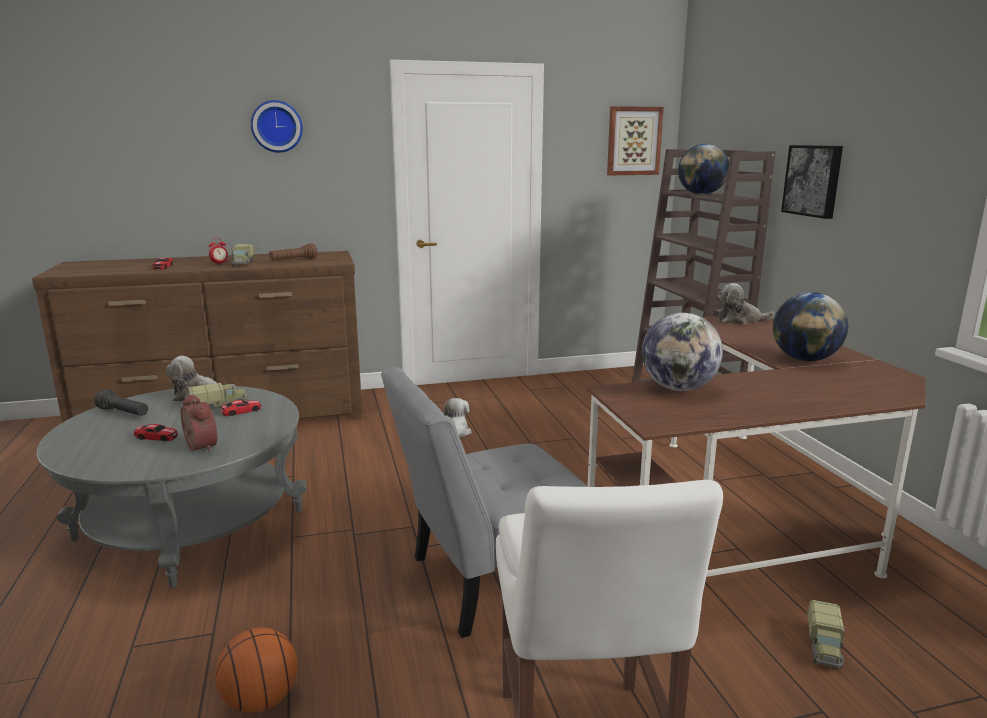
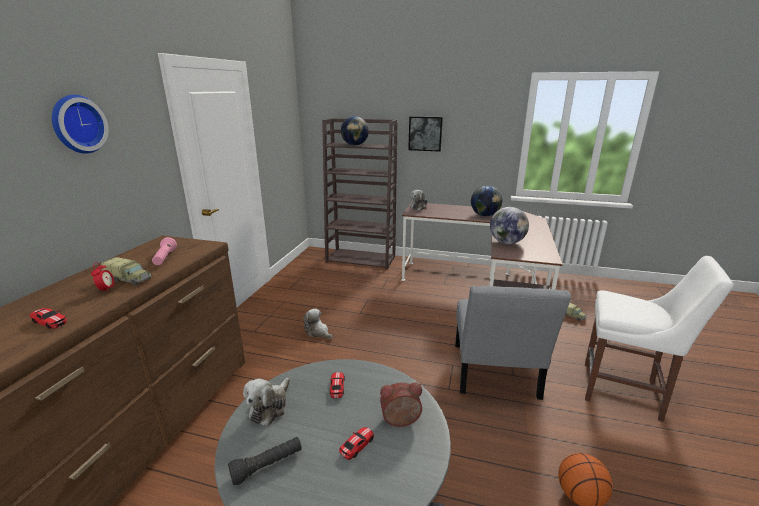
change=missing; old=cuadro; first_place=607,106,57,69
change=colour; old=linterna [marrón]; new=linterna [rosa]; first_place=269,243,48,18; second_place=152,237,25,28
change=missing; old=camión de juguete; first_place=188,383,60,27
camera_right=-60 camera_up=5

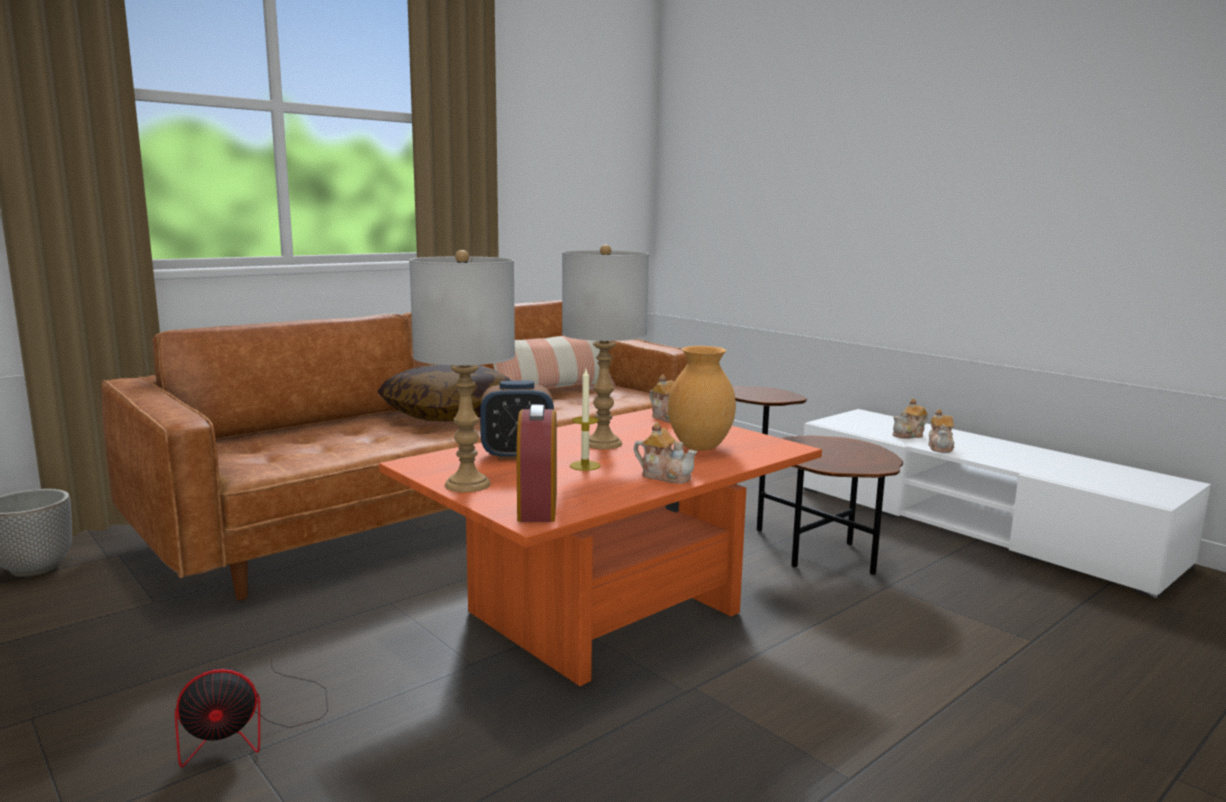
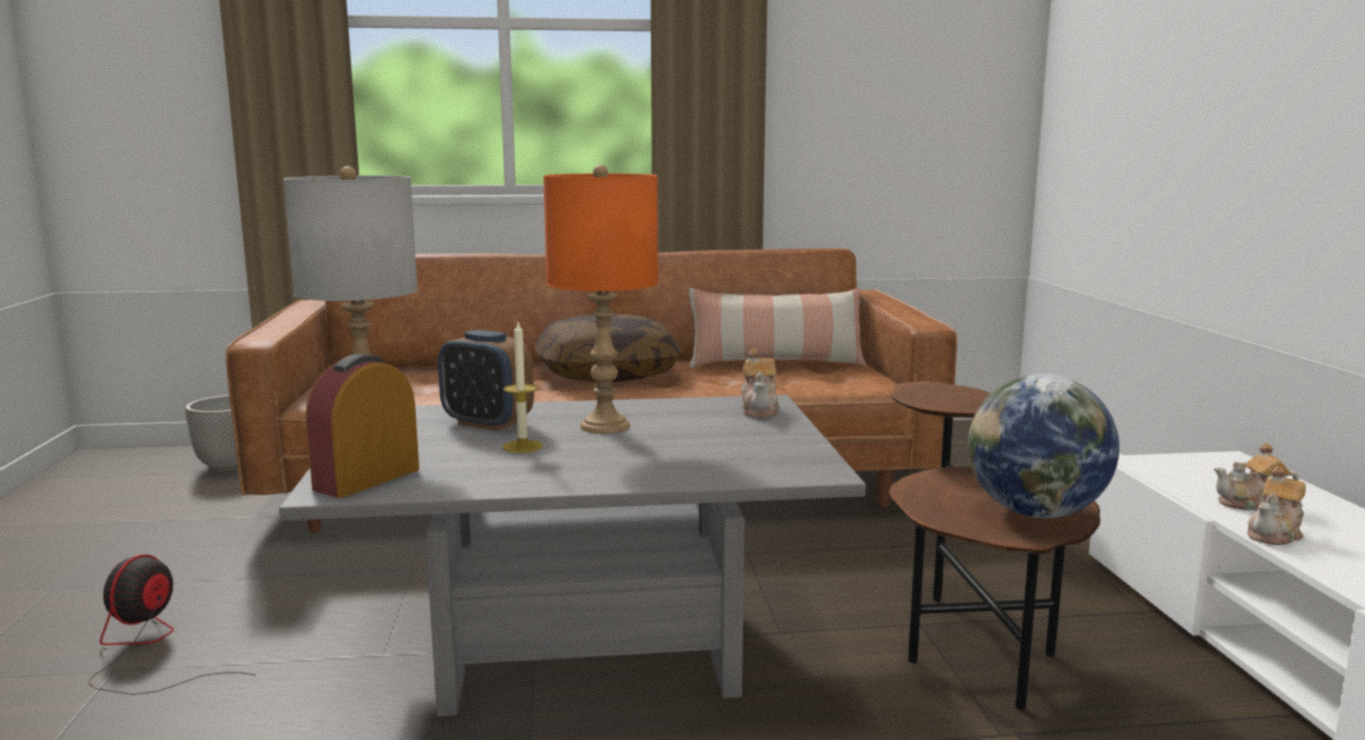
change=colour; old=lámpara de mesa [gris]; new=lámpara de mesa [naranja]; first_place=562,245,87,204; second_place=543,165,115,269
change=missing; old=florero [marrón]; first_place=668,346,68,105
change=colour; old=mesa de centro [naranja]; new=mesa de centro [gris]; first_place=379,408,443,278; second_place=279,395,587,322
change=missing; old=tetera; first_place=633,422,64,61
change=spun; old=ventilador; first_place=175,658,153,109; second_place=89,554,166,141; degrees=90
change=appeared; new=globo terráqueo; second_place=968,374,151,144
camera_right=35 camera_up=0

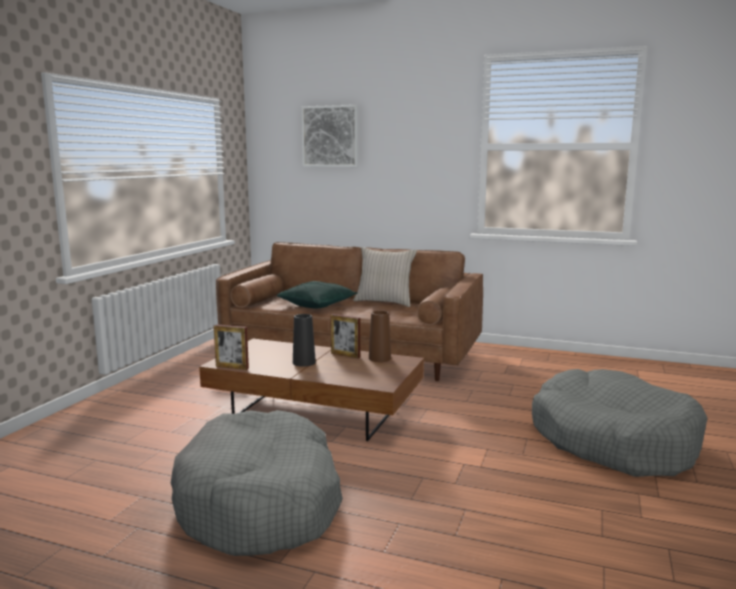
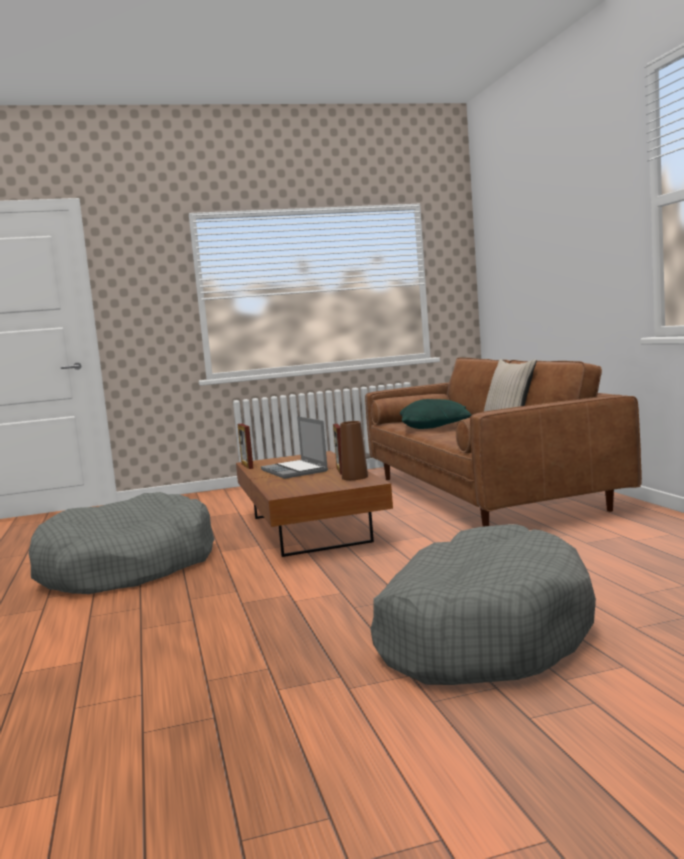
change=missing; old=cuadro; first_place=301,105,57,62
change=exchanged; old=florero [negro]; new=portátil; first_place=293,314,23,53; second_place=261,416,67,63
camera_right=55 camera_up=-5

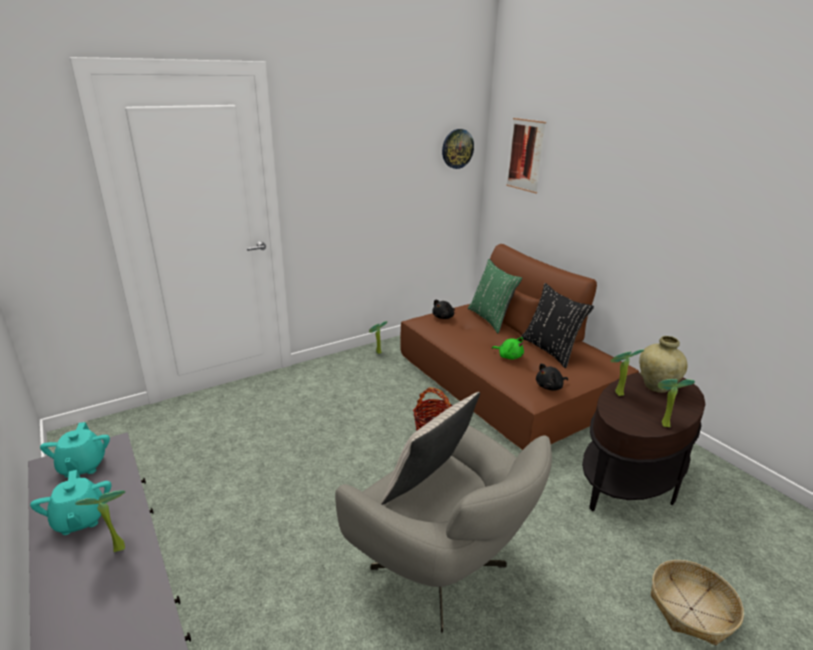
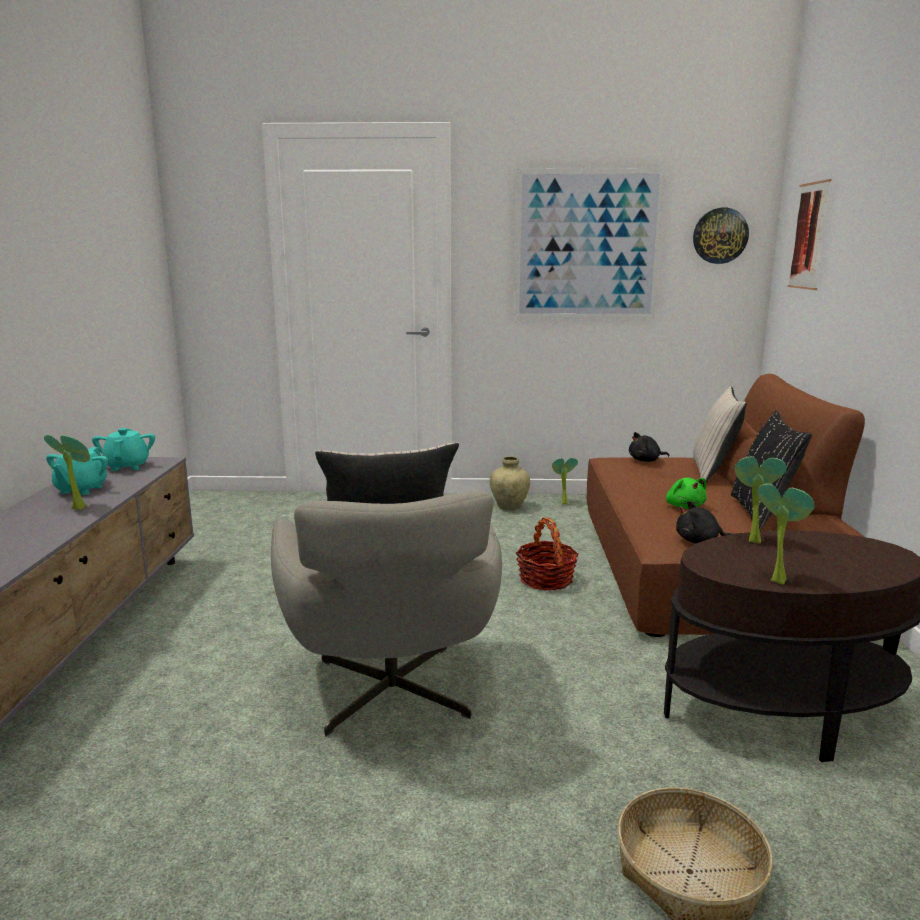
change=colour; old=cojín [verde]; new=cojín [beis]; first_place=468,259,54,74; second_place=693,386,54,97
change=relocated; old=florero [beis]; first_place=639,336,49,57; second_place=490,457,40,53
change=spun; old=tetera [turquesa]; first_place=40,422,70,56; second_place=92,428,63,43; degrees=150
change=appeared; new=cuadro; second_place=514,169,152,150
camera_right=35 camera_up=-10

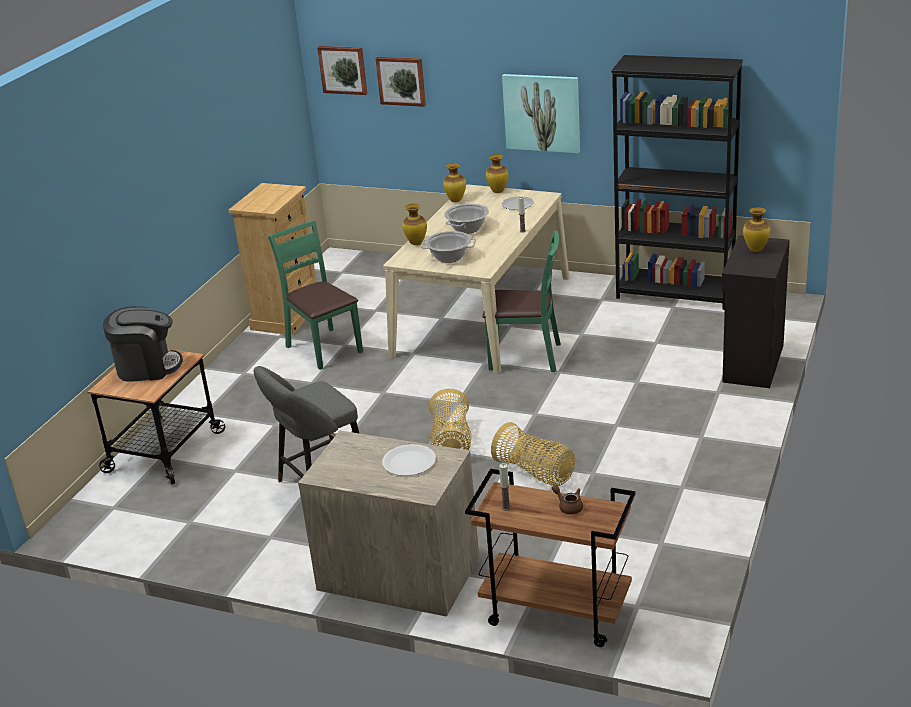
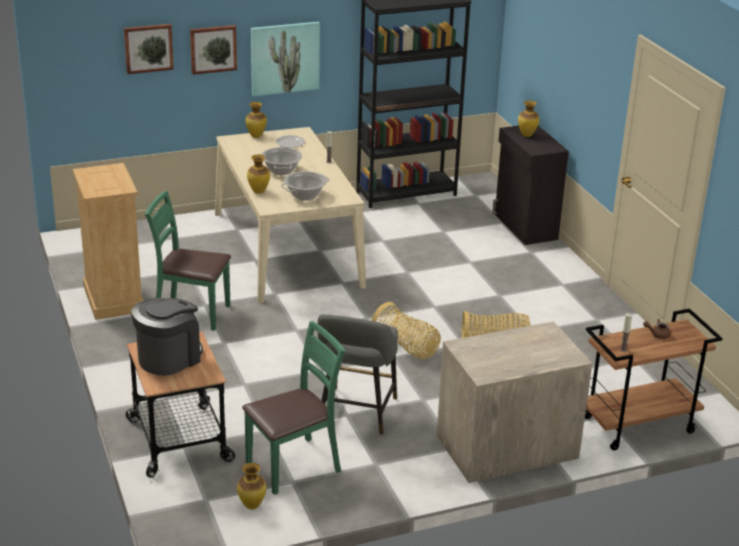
change=relocated; old=cuadro; first_place=317,46,50,49; second_place=190,25,47,50
change=relocated; old=florero; first_place=443,163,23,39; second_place=237,463,29,47
change=relocated; old=silla [verde]; first_place=482,231,79,141; second_place=242,321,103,174
change=missing; old=plato [blanco]; first_place=382,444,54,32
camera_right=-45 camera_up=0

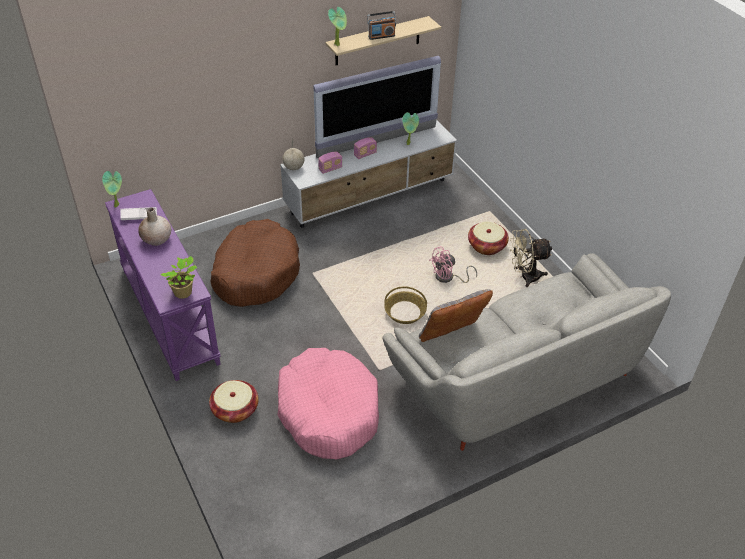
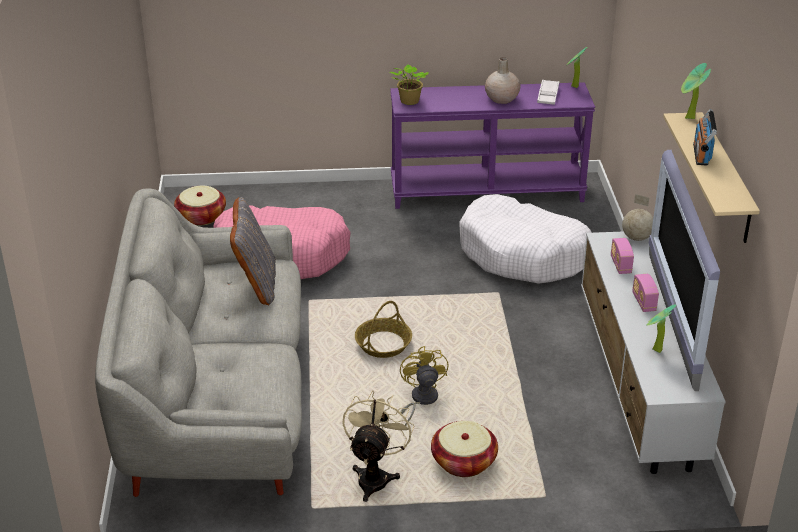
change=colour; old=cama para perro [marrón]; new=cama para perro [blanco]; first_place=210,219,90,88; second_place=459,194,133,90
change=colour; old=ventilador [rosa]; new=ventilador [amarillo]; first_place=429,246,48,37; second_place=400,346,49,80
change=relocated; old=cesta; first_place=209,380,50,43; second_place=174,185,52,41
camera_right=115 camera_up=-10

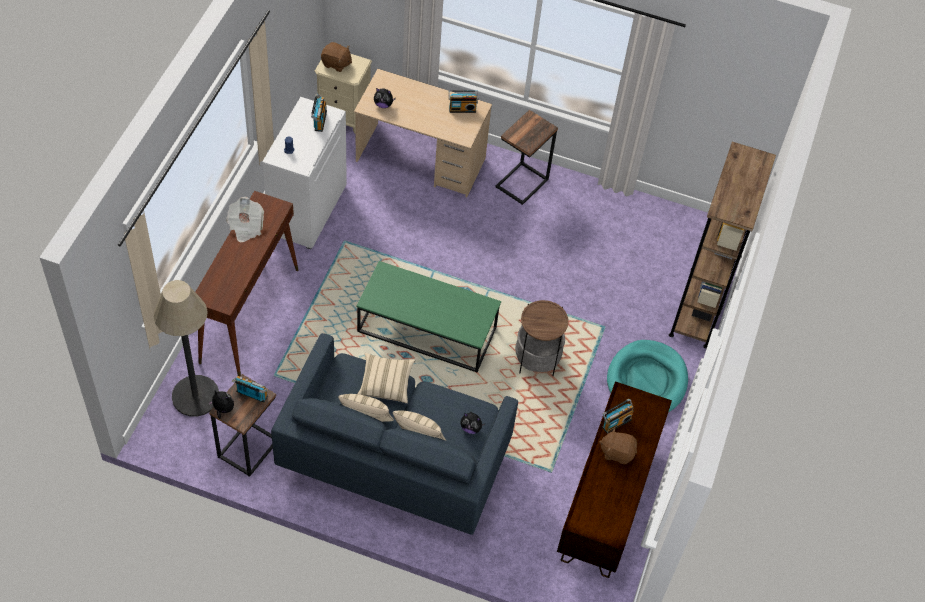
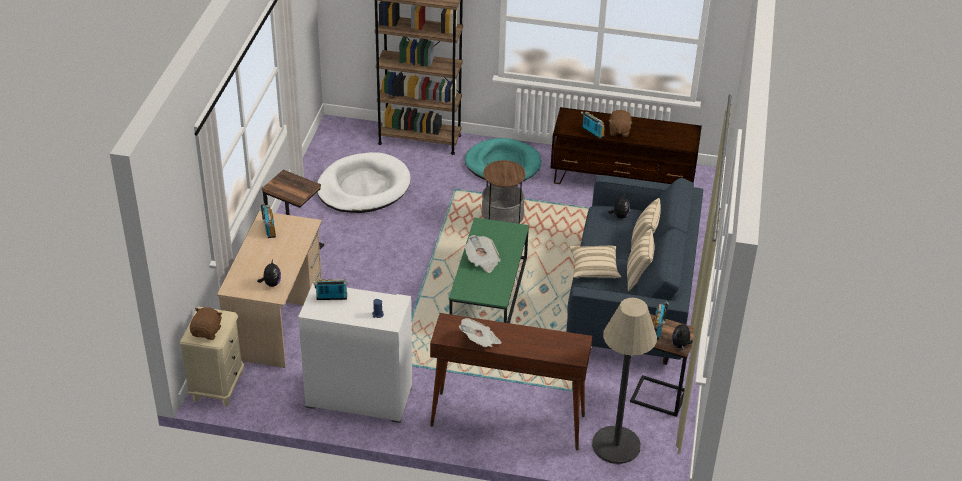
change=appeared; new=cama para perro [blanco]; second_place=317,152,94,61
change=appeared; new=periódico; second_place=465,235,36,38
camera_right=-95 camera_up=-15

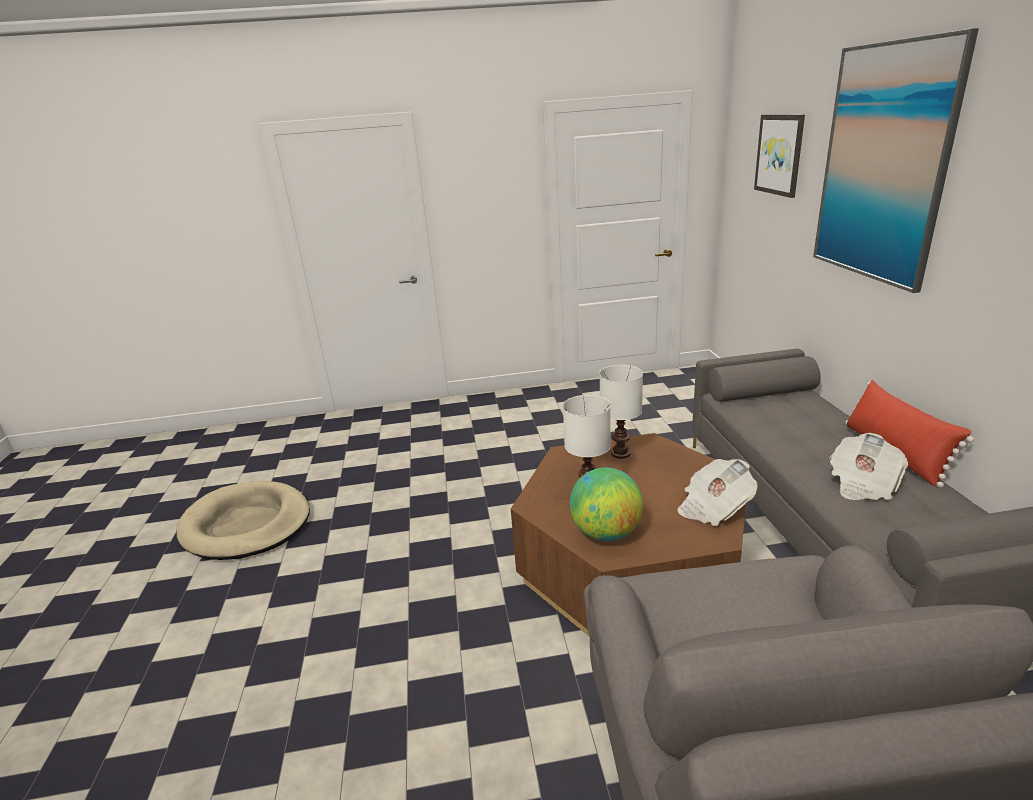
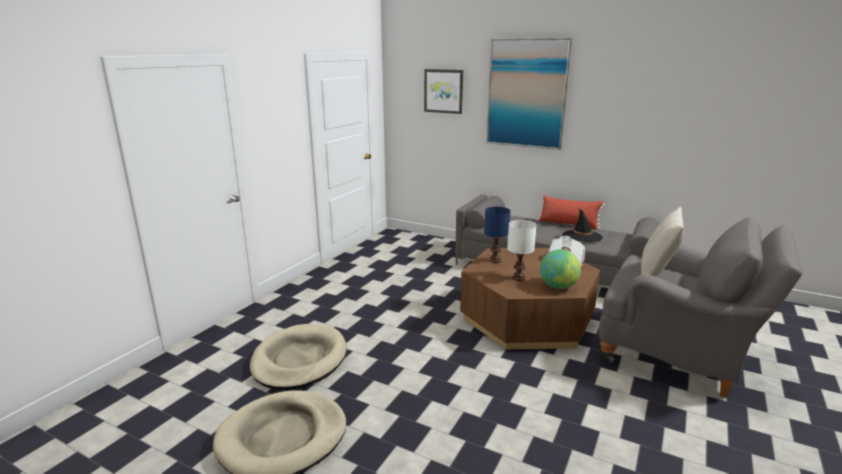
change=colour; old=lámpara de mesa [blanco]; new=lámpara de mesa [azul]; first_place=600,365,43,94; second_place=484,207,26,56
change=exchanged; old=periódico; new=sombrero [negro]; first_place=829,433,79,67; second_place=562,208,41,34
change=appeared; new=cojín [beis]; second_place=641,207,43,70
change=appeared; new=cama para perro [beis]; second_place=250,324,97,66
camera_right=-55 camera_up=-5

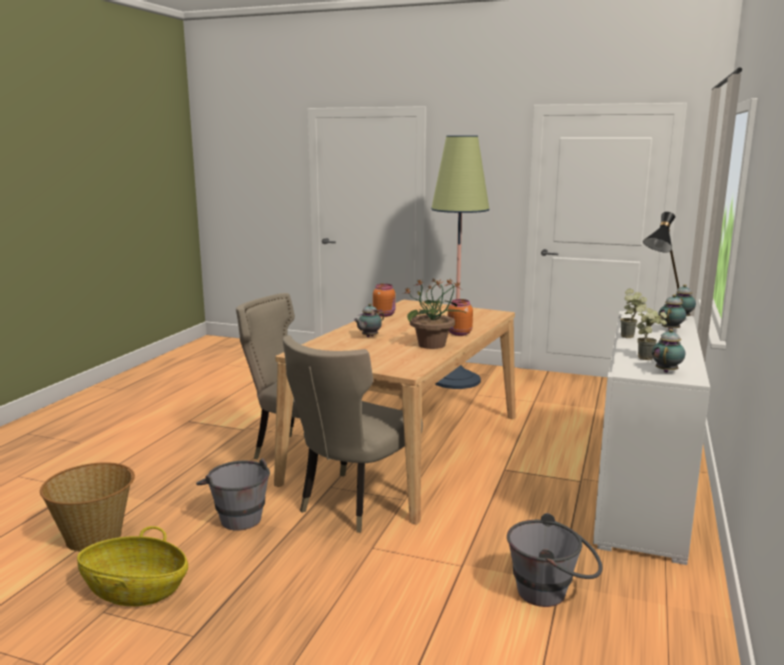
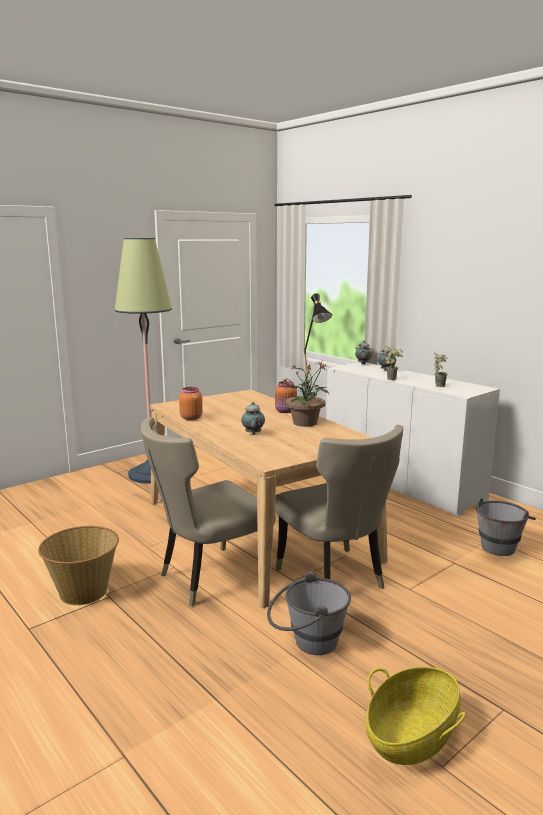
change=missing; old=tetera; first_place=652,329,33,44
change=relocated; old=cesta; first_place=40,462,95,90; second_place=38,526,81,79
camera_right=-60 camera_up=0

